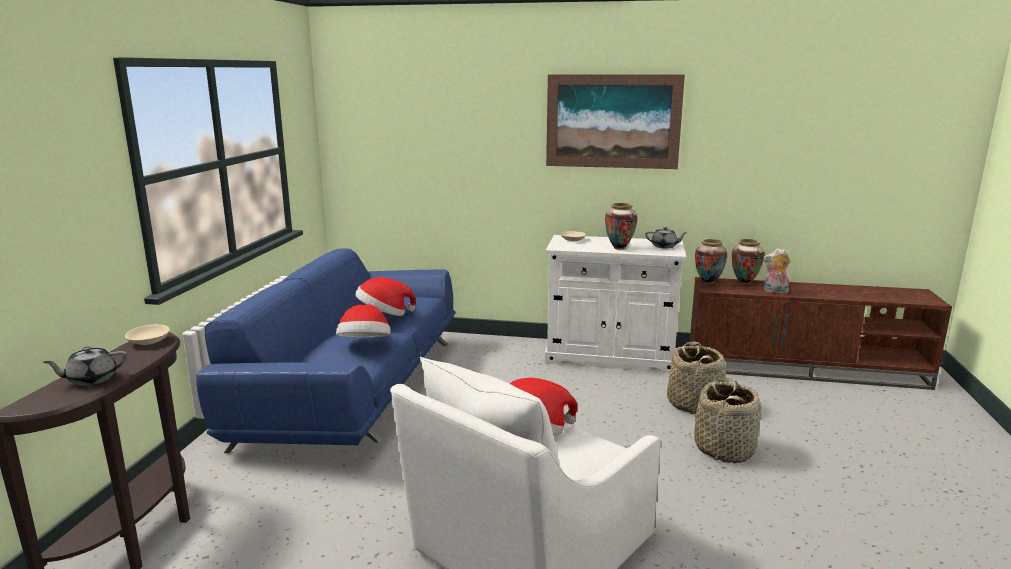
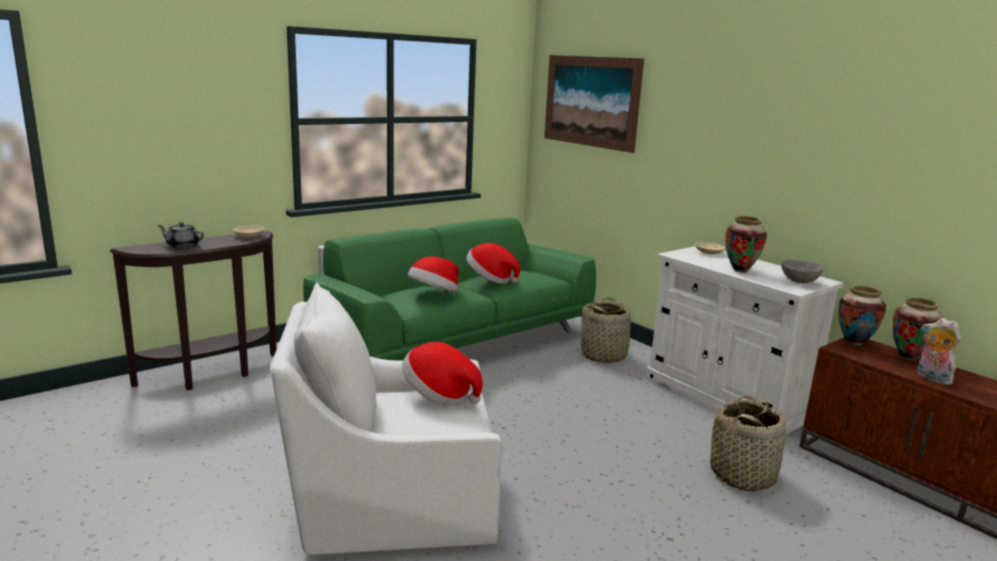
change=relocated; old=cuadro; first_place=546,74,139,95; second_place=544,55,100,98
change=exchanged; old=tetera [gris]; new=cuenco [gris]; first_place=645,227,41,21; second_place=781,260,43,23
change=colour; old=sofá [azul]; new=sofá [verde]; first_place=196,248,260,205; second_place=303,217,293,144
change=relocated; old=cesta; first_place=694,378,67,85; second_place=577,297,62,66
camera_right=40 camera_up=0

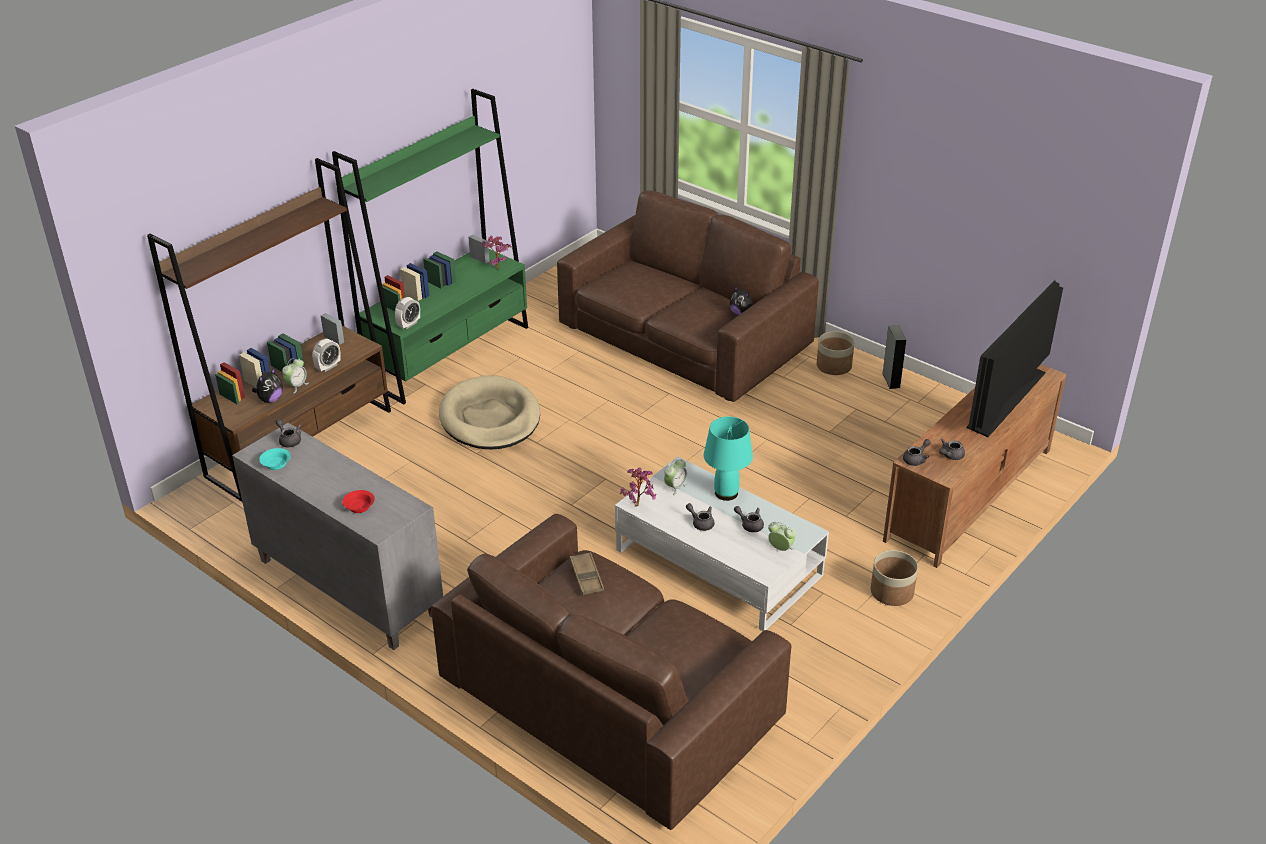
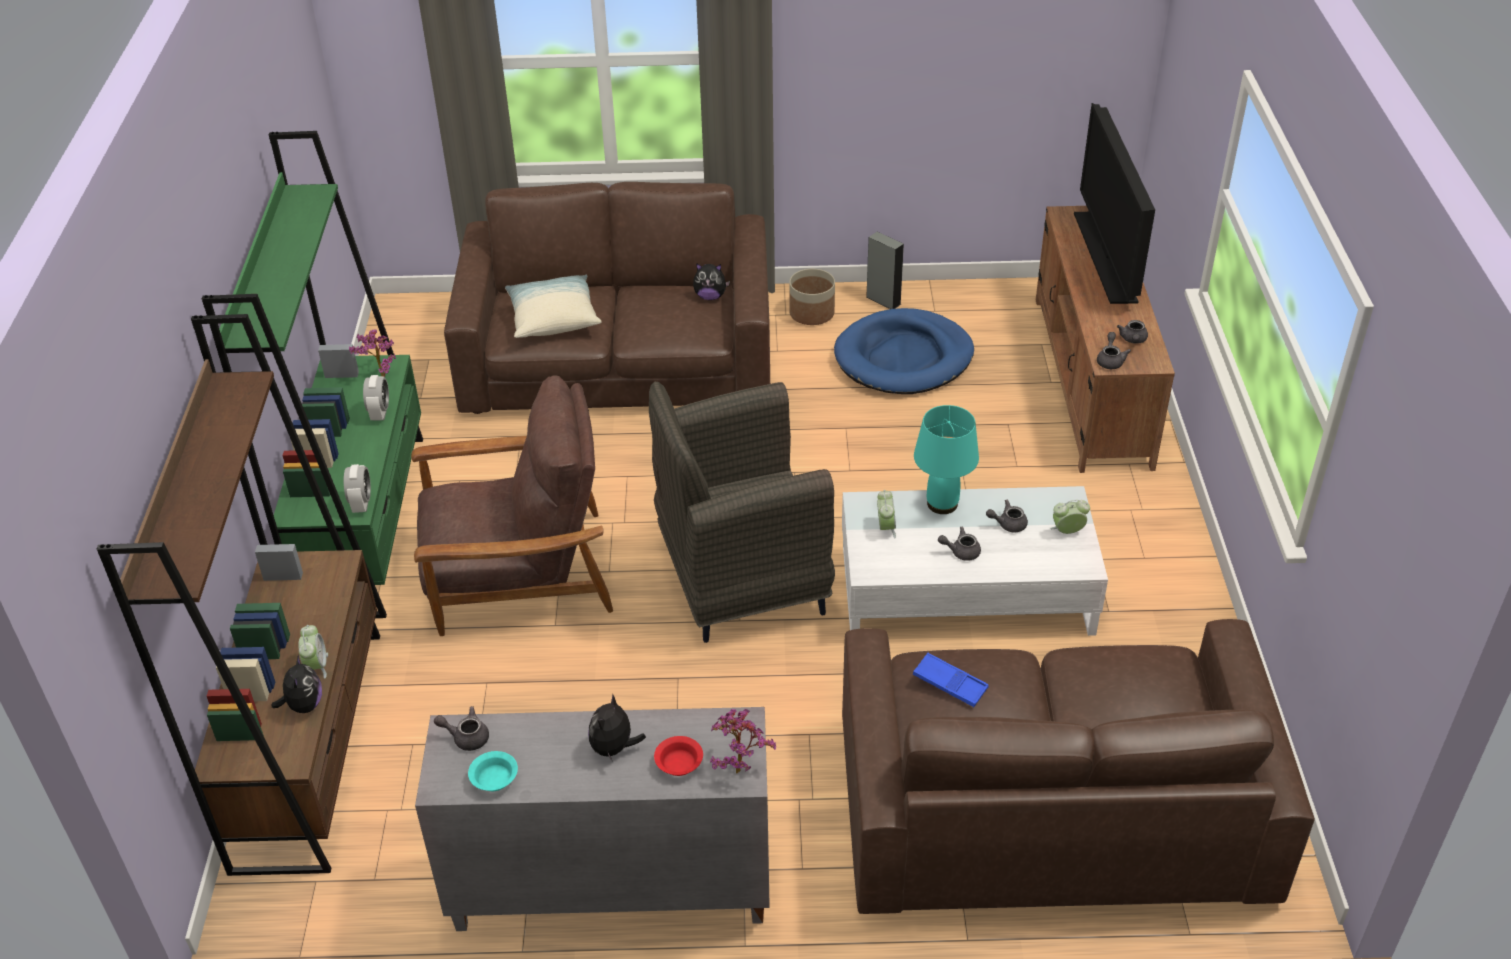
change=relocated; old=despertador; first_place=312,339,29,33; second_place=363,375,26,46
change=exchanged; old=cama para perro [beis]; new=sillón [marrón]; first_place=439,376,101,73; second_place=411,375,202,261
change=relocated; old=planta en maceta; first_place=620,467,36,39; second_place=710,709,66,65
change=missing; old=maceta; first_place=871,550,47,56
change=colour; old=bandeja [marrón]; new=bandeja [azul]; first_place=570,552,34,43; second_place=913,653,76,54
change=appeared; new=cojín; second_place=505,275,97,63
change=appeared; new=cama para perro [azul]; second_place=834,308,140,86
change=appeared; new=sillón [gris]; second_place=649,382,186,261
change=appeared; new=peluche; second_place=588,693,58,69
camera_right=-40 camera_up=5

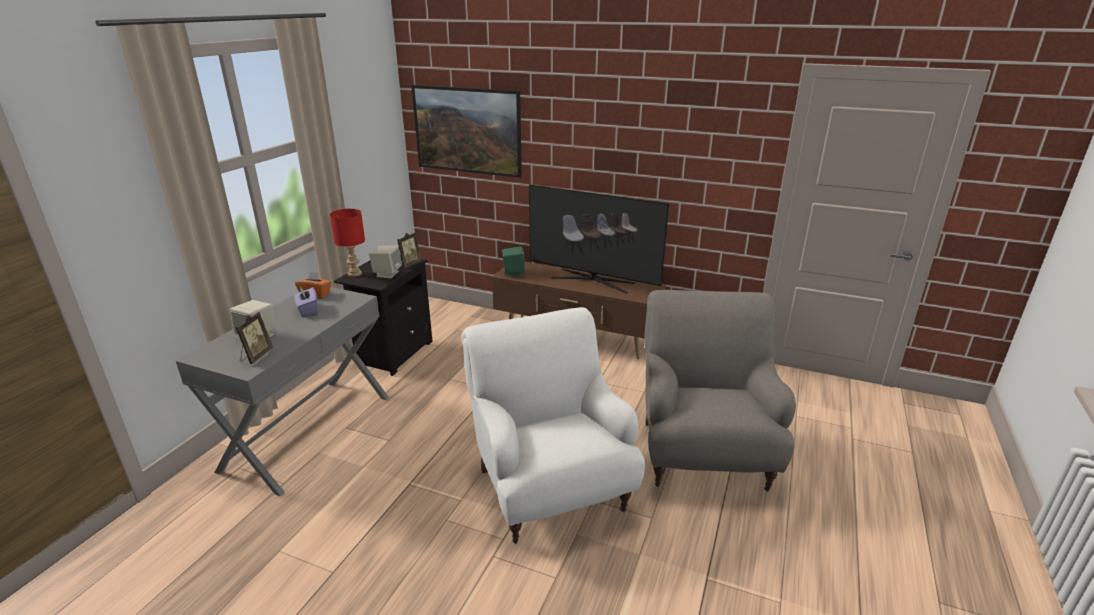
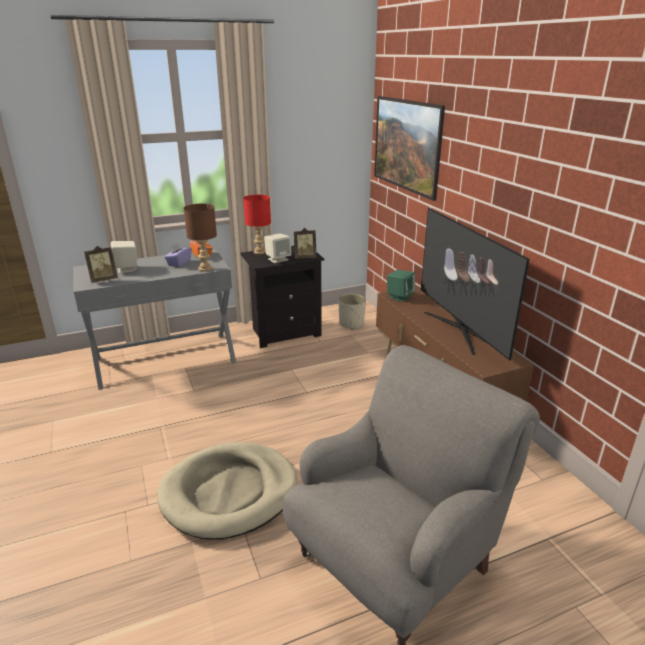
change=exchanged; old=sillón [blanco]; new=cama para perro [beis]; first_place=461,307,184,237; second_place=158,442,139,98
change=appeared; new=lámpara de mesa [marrón]; second_place=183,204,34,68
change=appeared; new=maceta [beis]; second_place=339,294,27,36
camera_right=45 camera_up=0

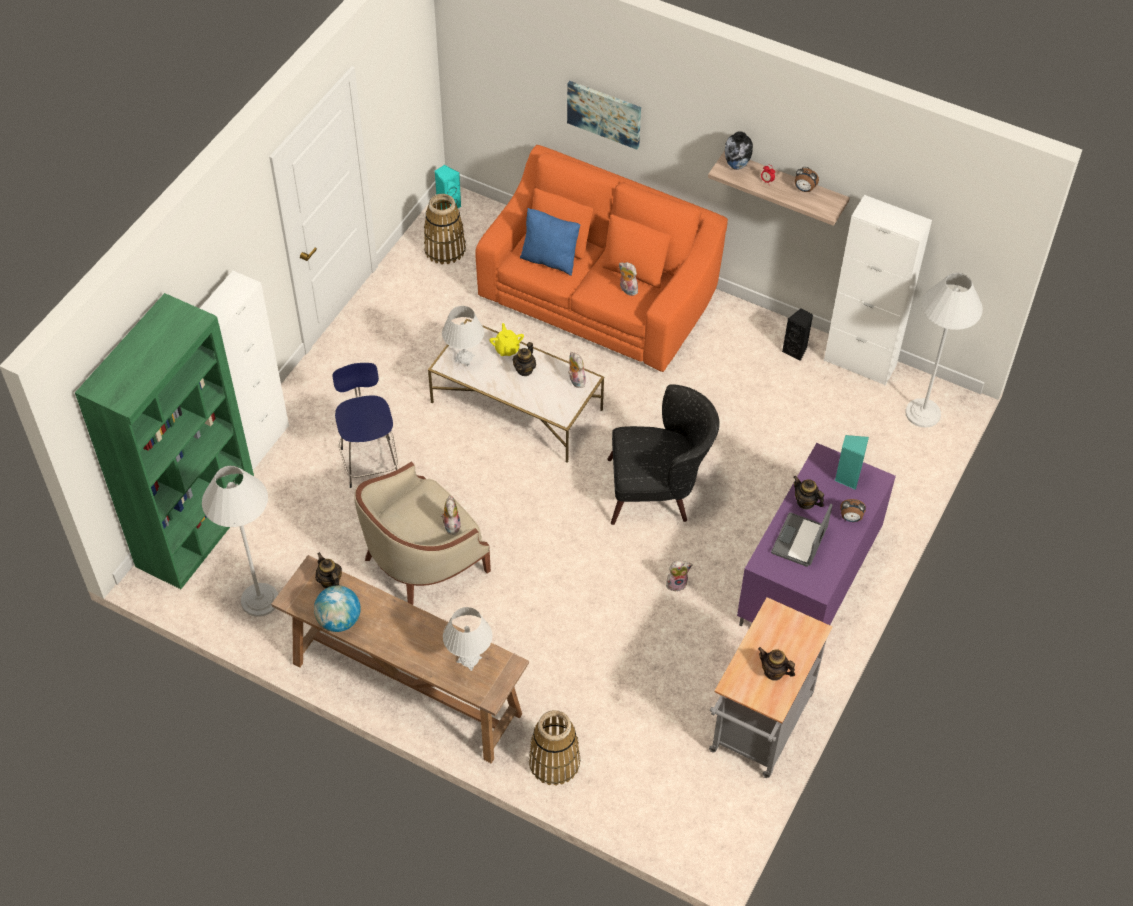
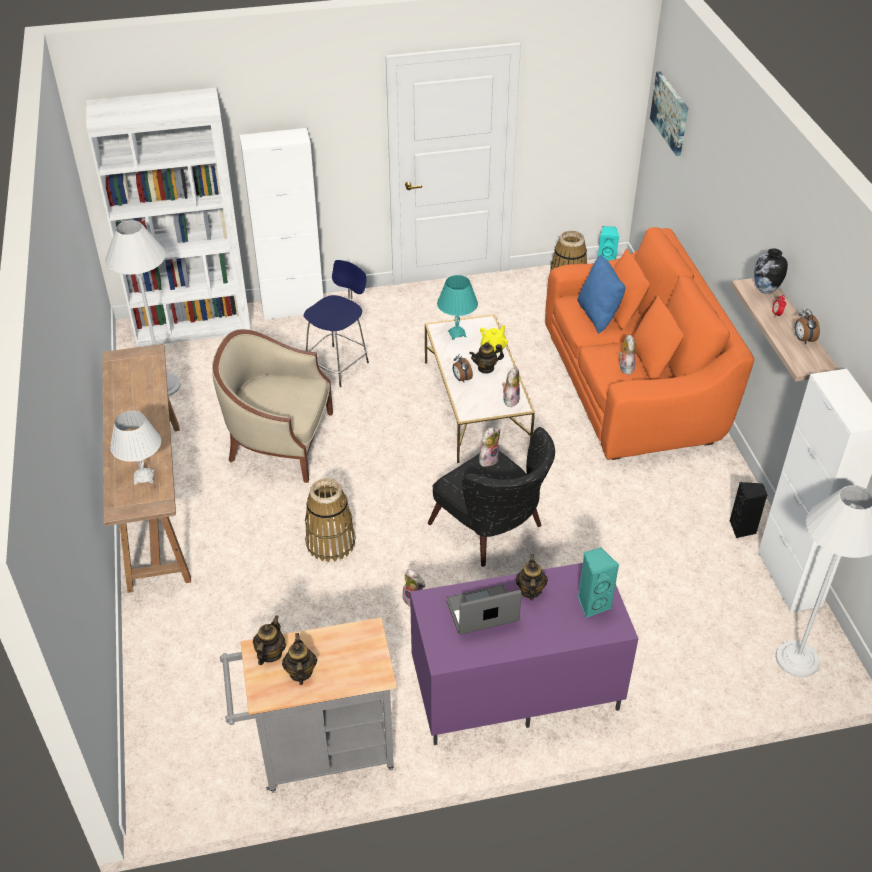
change=relocated; old=cuadro; first_place=567,81,74,69; second_place=650,71,38,85
change=colour; old=estantería [verde]; new=estantería [blanco]; first_place=75,293,179,296; second_place=86,88,165,259
change=colour; old=lámpara de mesa [blanco]; new=lámpara de mesa [turquesa]; first_place=442,306,42,61; second_place=437,275,41,65
change=relocated; old=peluche; first_place=441,495,20,40; second_place=479,427,21,40
change=relocated; old=despertador; first_place=840,499,26,23; second_place=453,354,20,28
change=relocated; old=tetera; first_place=315,552,27,36; second_place=253,615,33,50
change=missing; old=globo terráqueo; first_place=314,586,47,46
change=relocated; old=cesta; first_place=529,710,52,76; second_place=305,478,50,84
camera_right=50 camera_up=-10

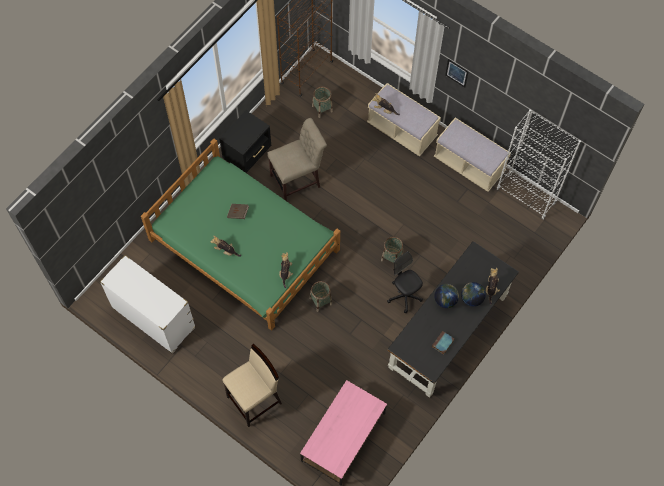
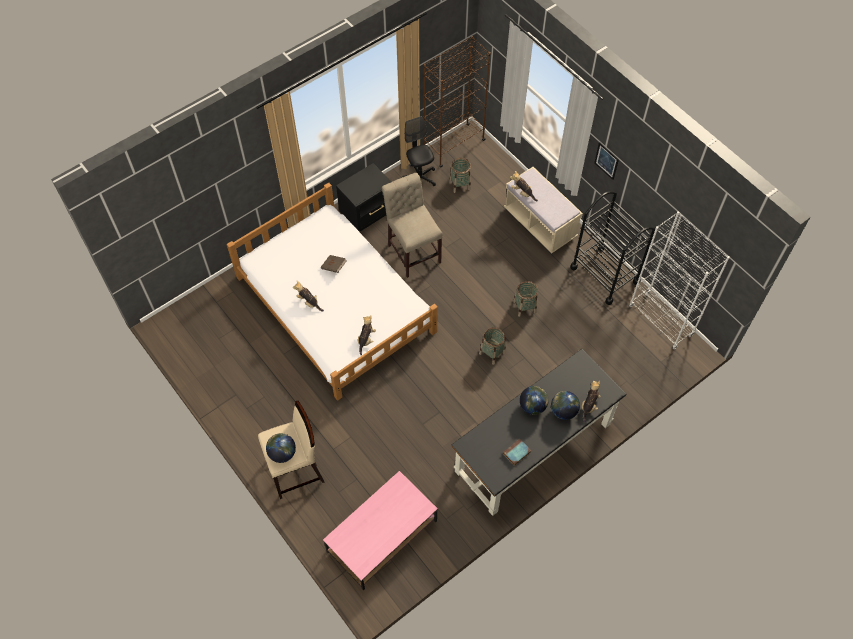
change=spun; old=silla [beis]; first_place=267,118,60,83; second_place=382,173,61,105; degrees=-105
change=exchanged; old=banco [beis]; new=carrito [negro]; first_place=434,118,77,74; second_place=570,191,86,114
change=colour; old=cama [verde]; new=cama [blanco]; first_place=141,139,199,192; second_place=227,183,211,218
change=relocated; old=silla de oficina [negro]; first_place=387,252,36,61; second_place=401,116,35,71
change=missing; old=cómoda [blanco]; first_place=100,255,95,98
change=relocated; old=cesta; first_place=309,281,23,31; second_place=513,281,25,36
change=appeared; new=globo terráqueo; second_place=266,433,30,30
camera_right=15 camera_up=-5

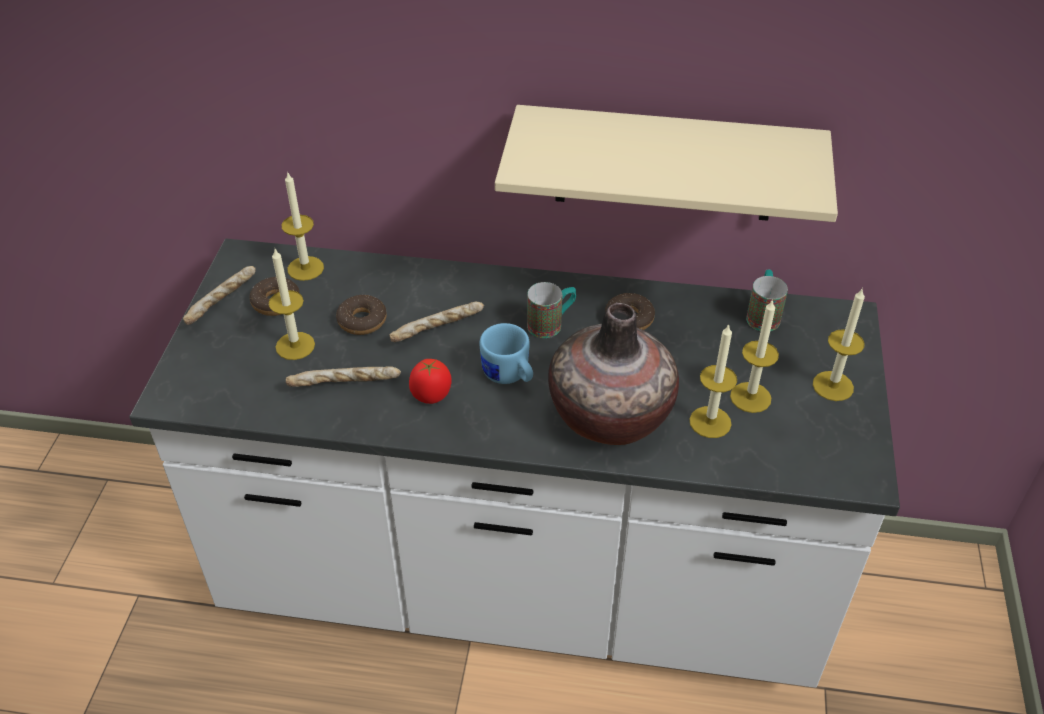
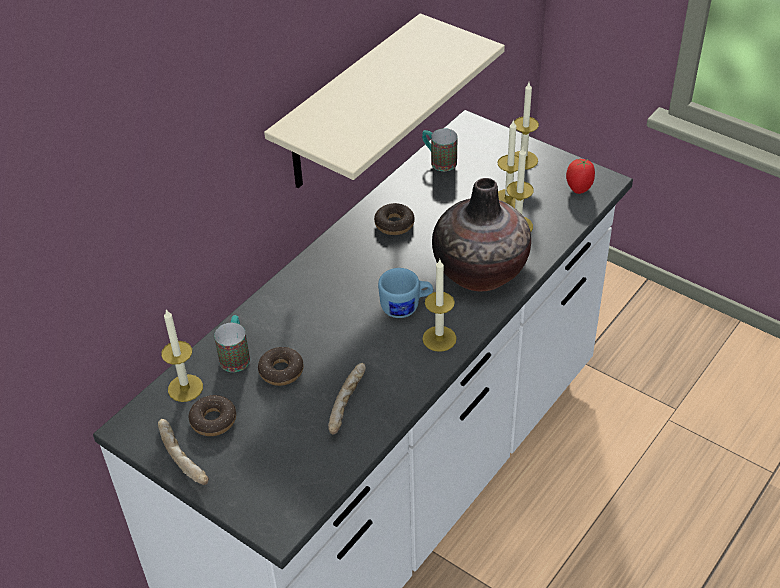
change=relocated; old=vela; first_place=269,249,46,111; second_place=422,258,35,94
change=relocated; old=taza grande; first_place=527,282,49,56; second_place=214,315,36,57
change=missing; old=pan; first_place=389,302,95,40
change=relocated; old=tomate; first_place=409,359,42,45; second_place=566,159,29,35
camera_right=-60 camera_up=0

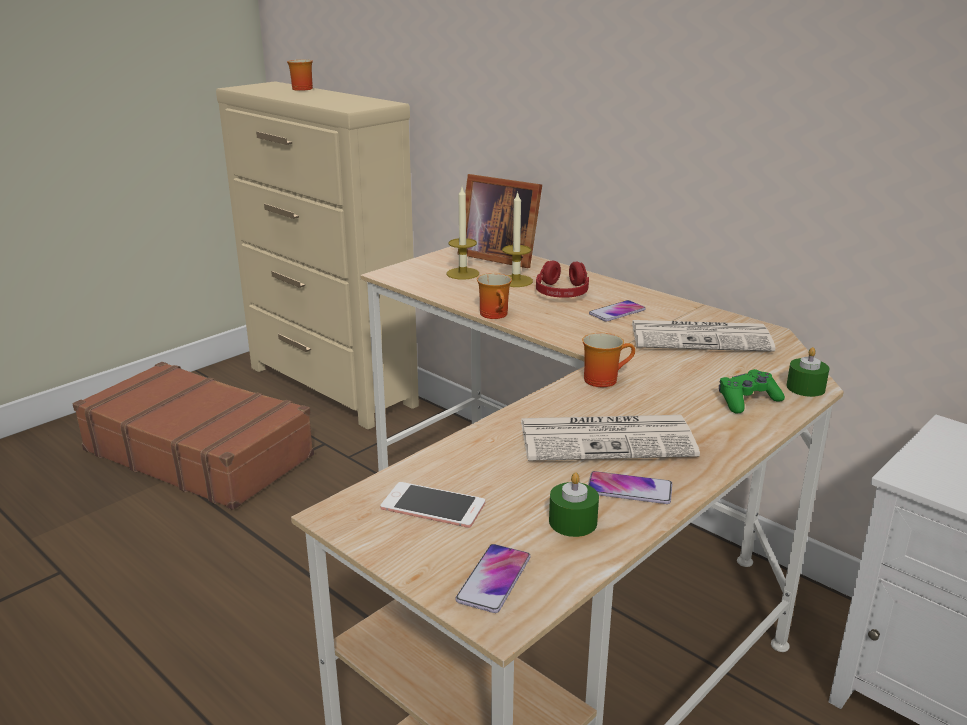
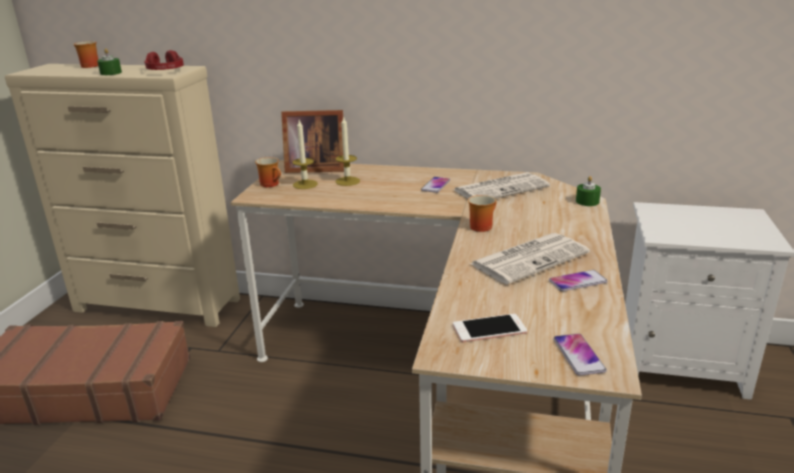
change=relocated; old=auriculares [rojo]; first_place=536,260,53,38; second_place=144,50,40,20
change=relocated; old=taza grande; first_place=477,273,35,46; second_place=255,157,26,30
change=missing; old=mando de consola [verde]; first_place=719,369,66,44
change=relocated; old=vela [verde]; first_place=549,472,50,65; second_place=97,48,25,27
camera_right=-30 camera_up=0

